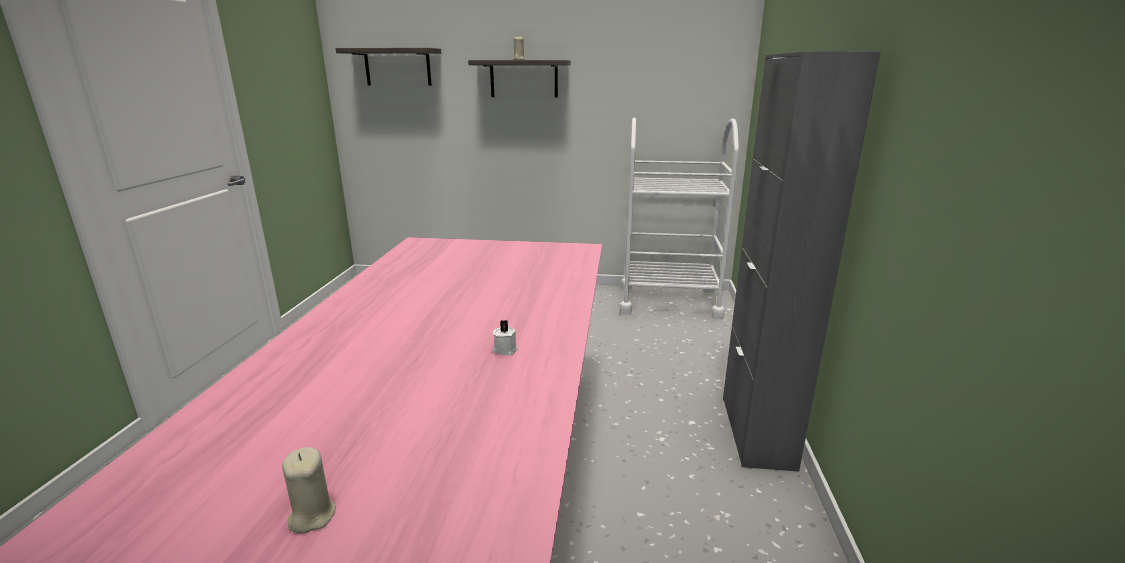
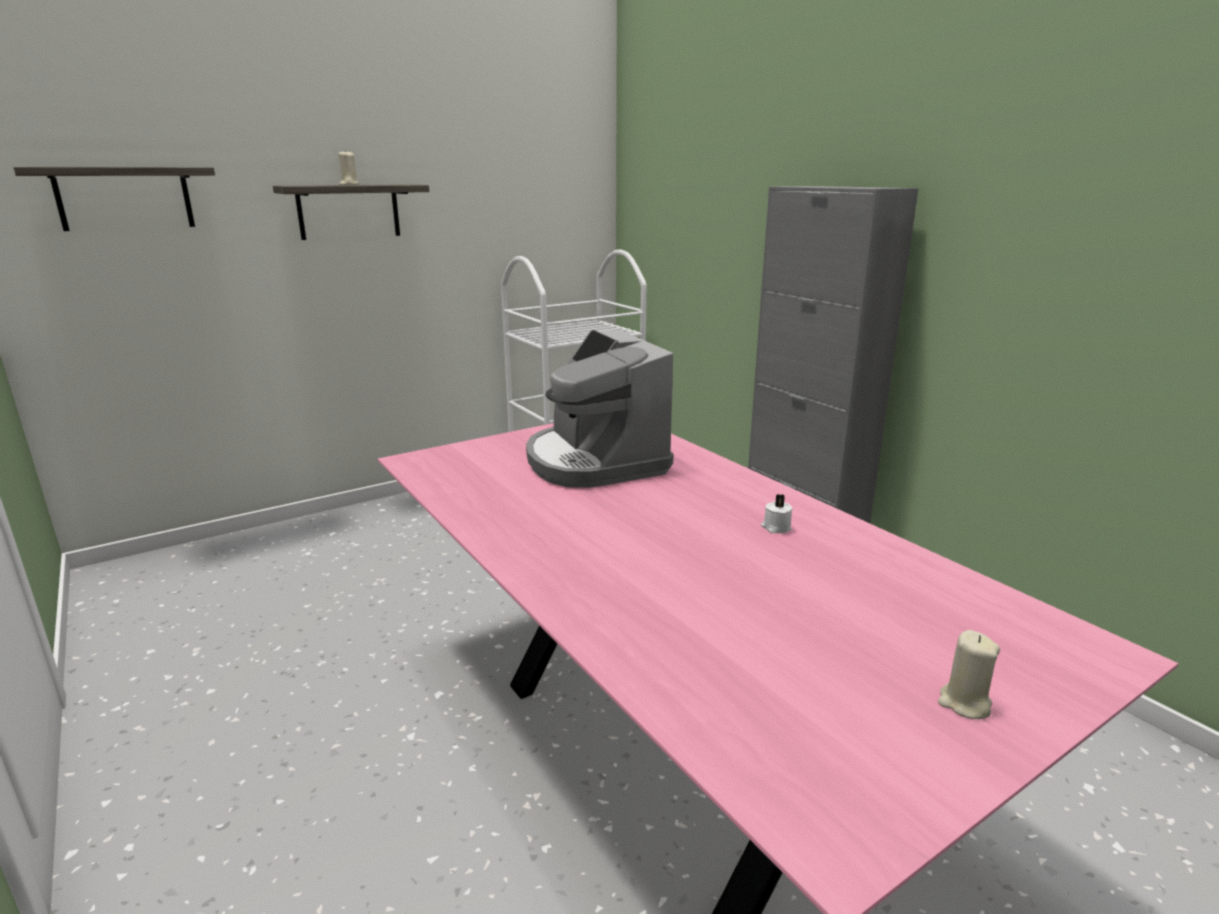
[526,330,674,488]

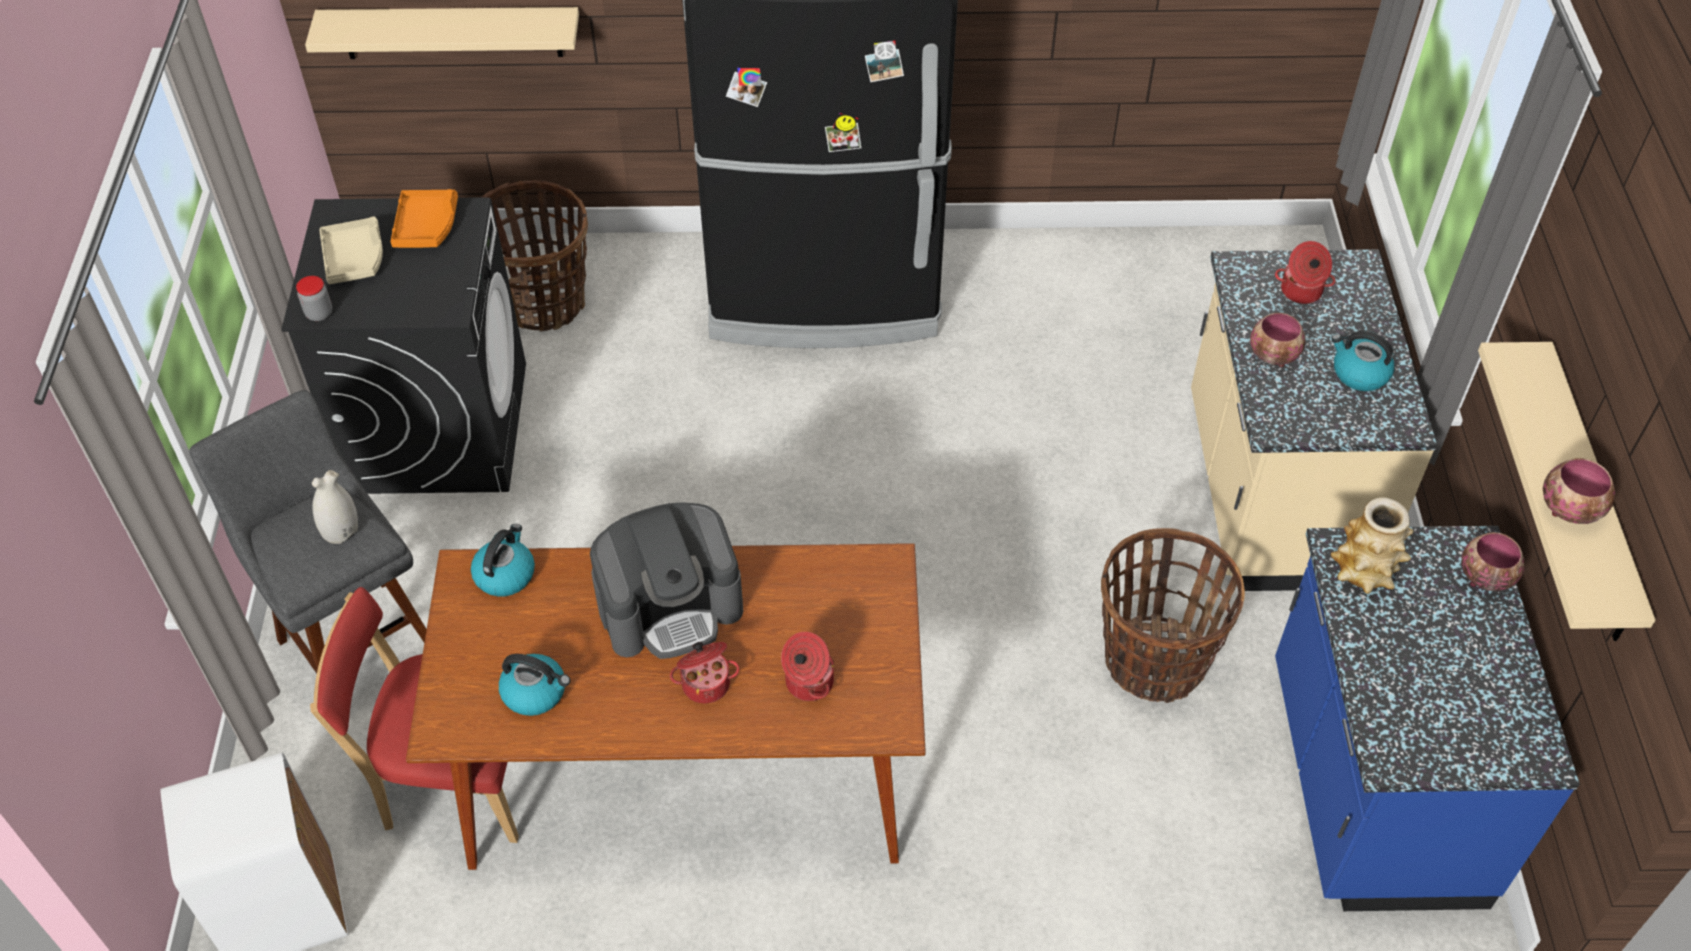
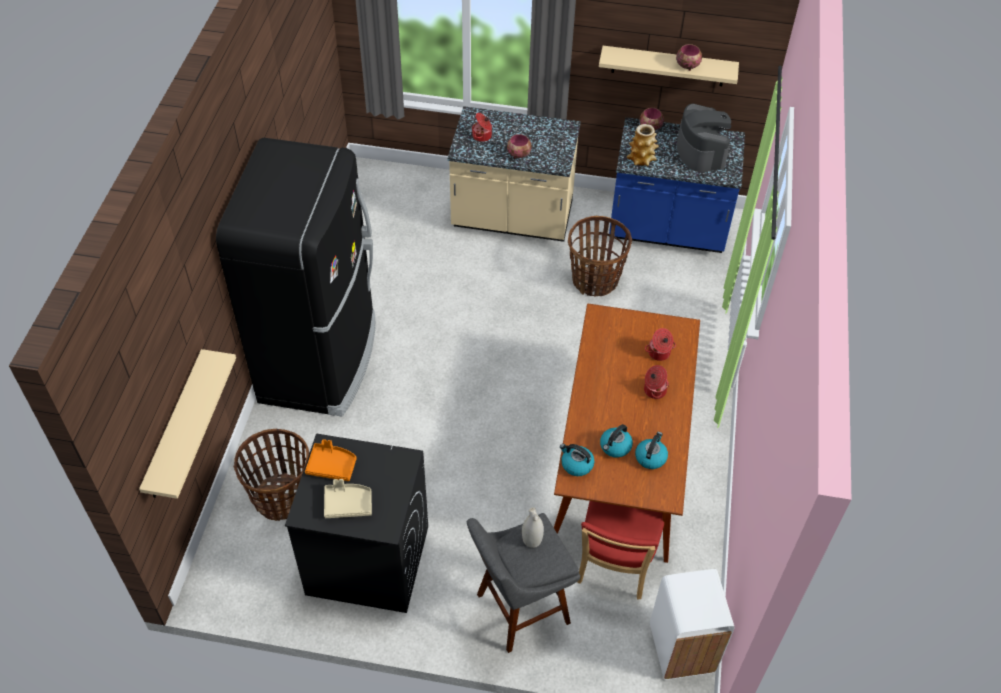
[296,276,332,321] (first image)
[600,424,633,458]
[677,103,731,172]

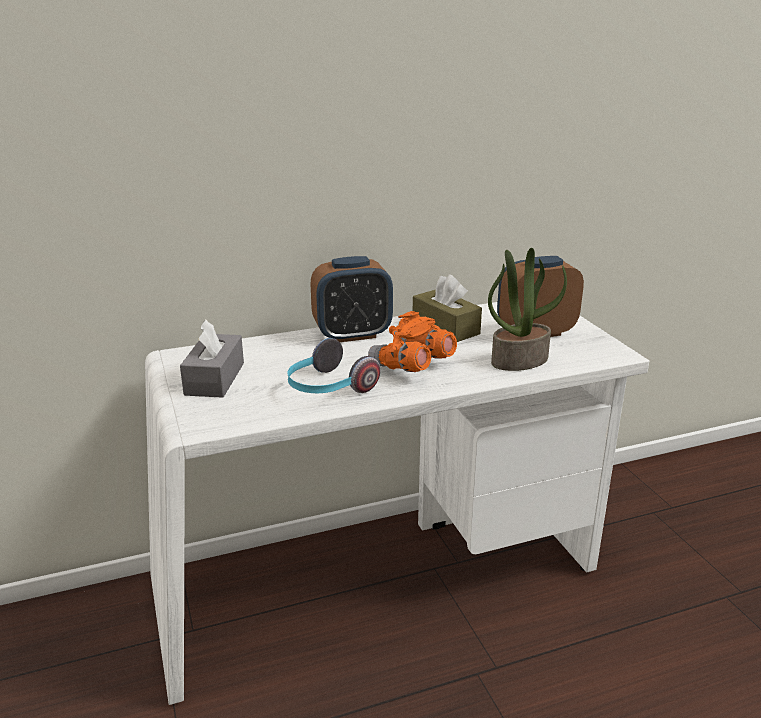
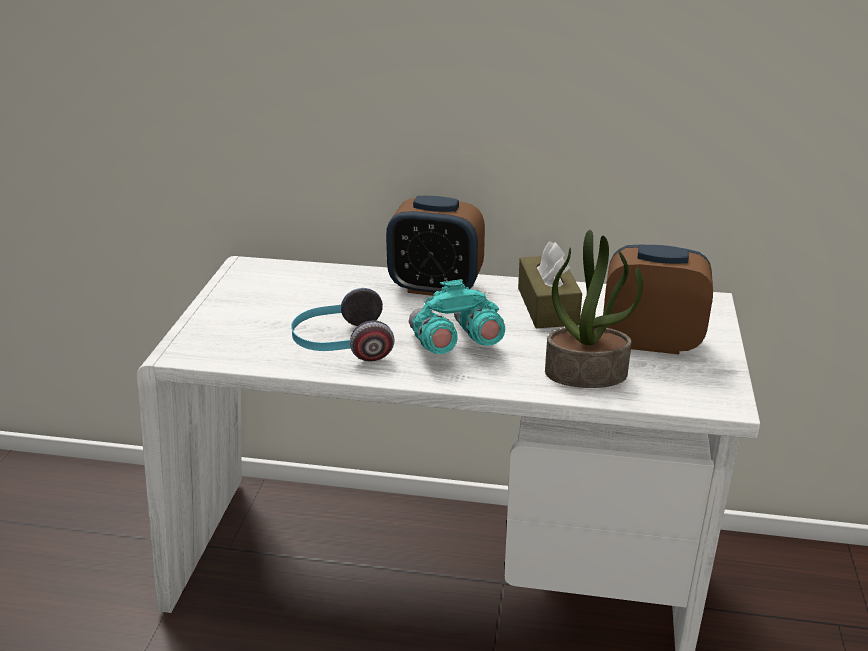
[409,279,505,354]
[180,319,244,398] (first image)

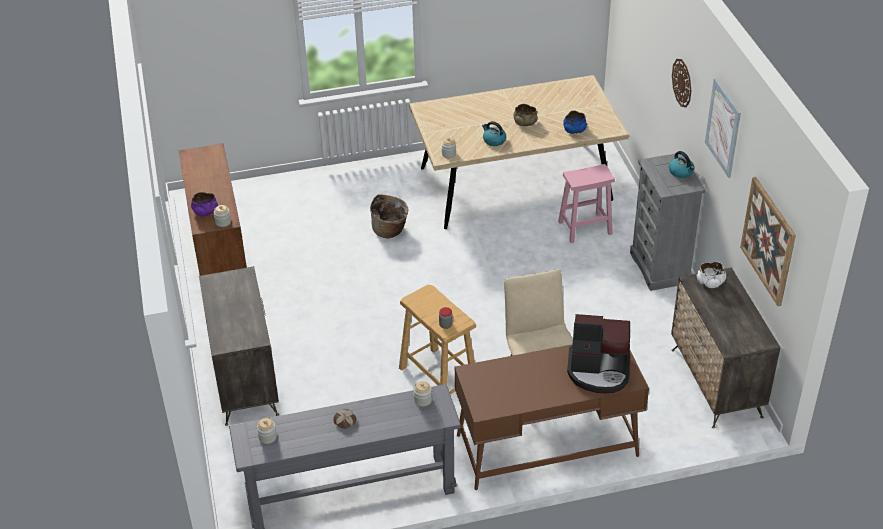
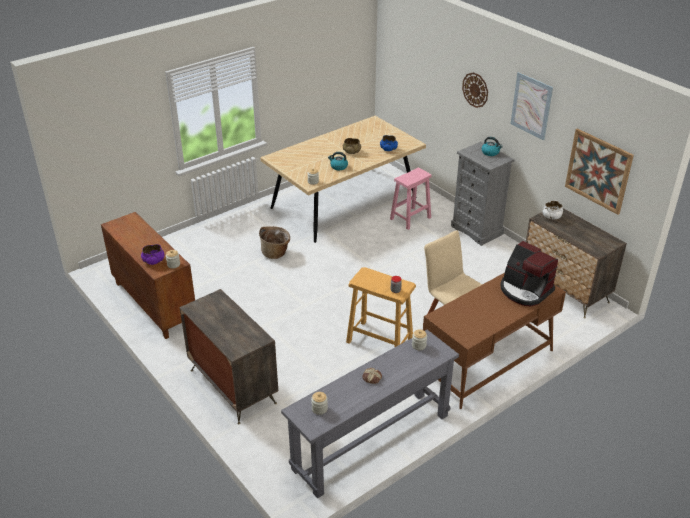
[501,241,558,307]

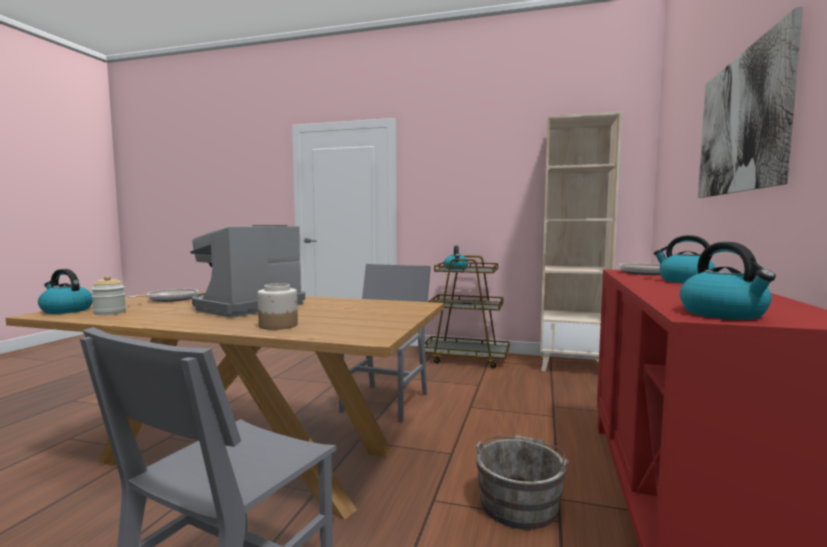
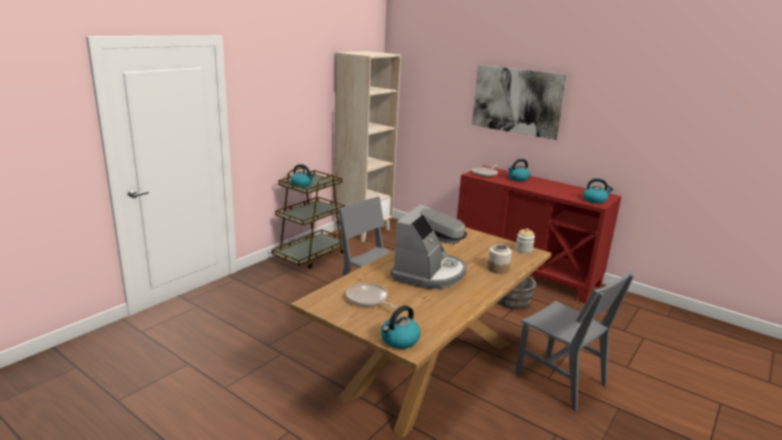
[391,204,467,289]
[516,228,535,253]

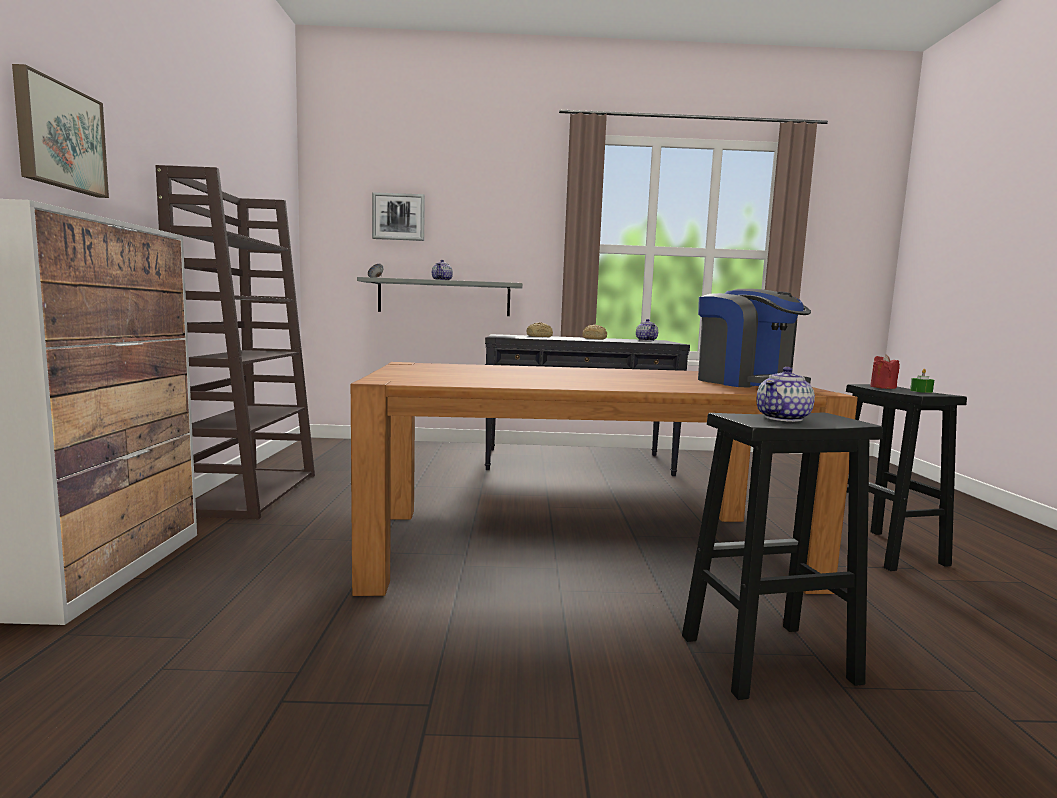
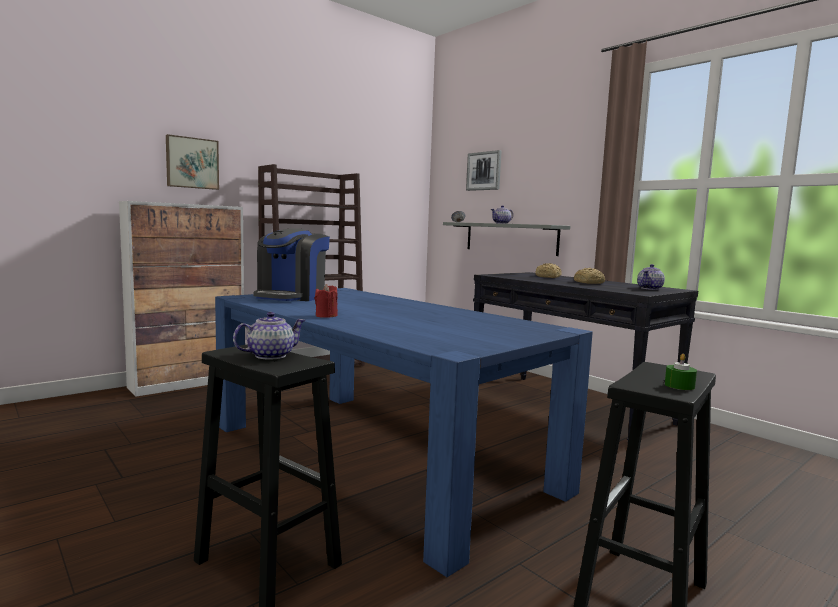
[254,228,330,301]
[315,284,338,318]
[215,288,593,577]
[233,312,306,360]

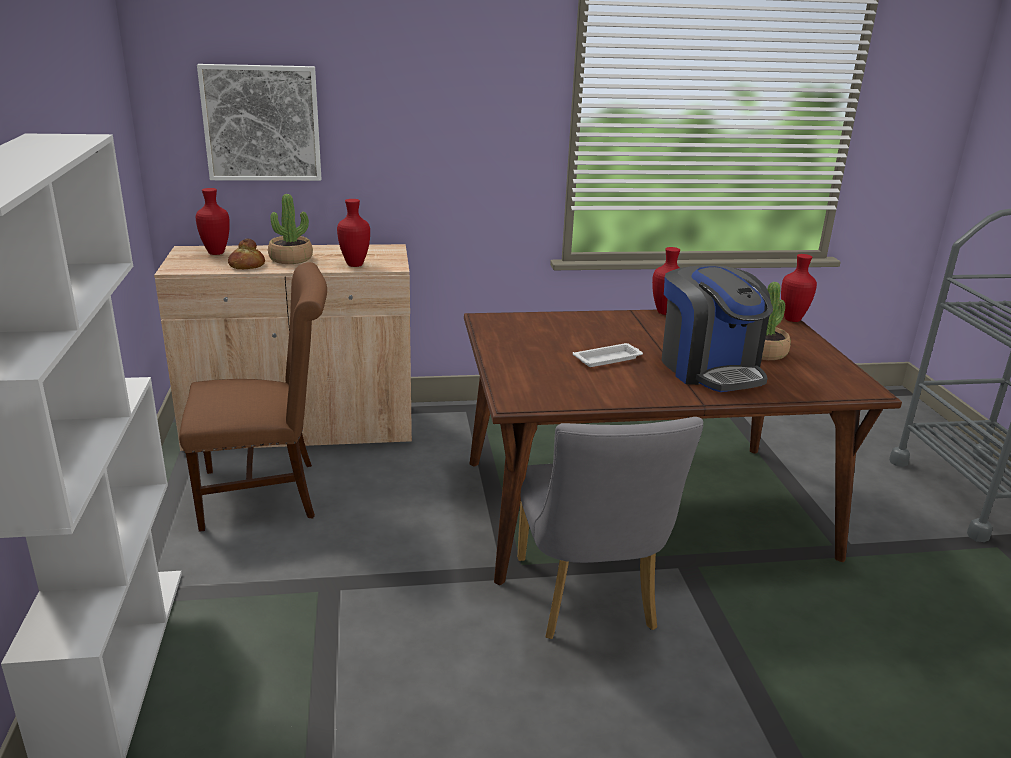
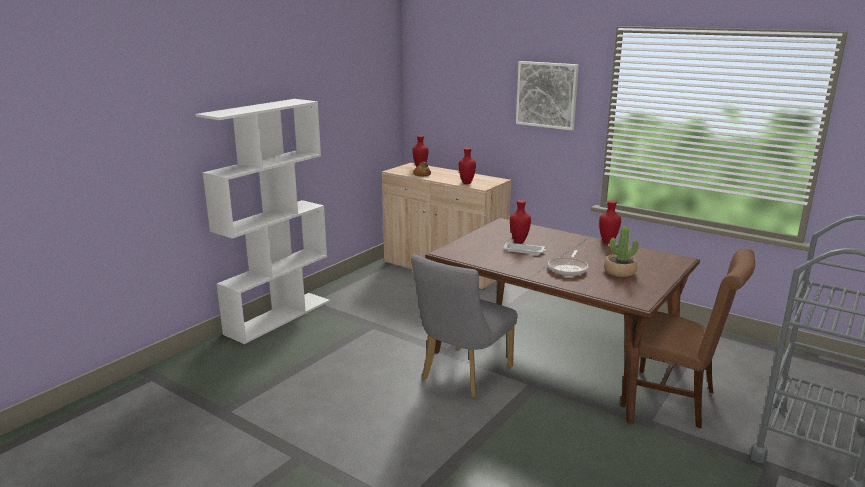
[516,61,579,130]
[268,194,313,264] (first image)
[510,200,531,243]
[621,249,755,429]
[548,250,588,276]

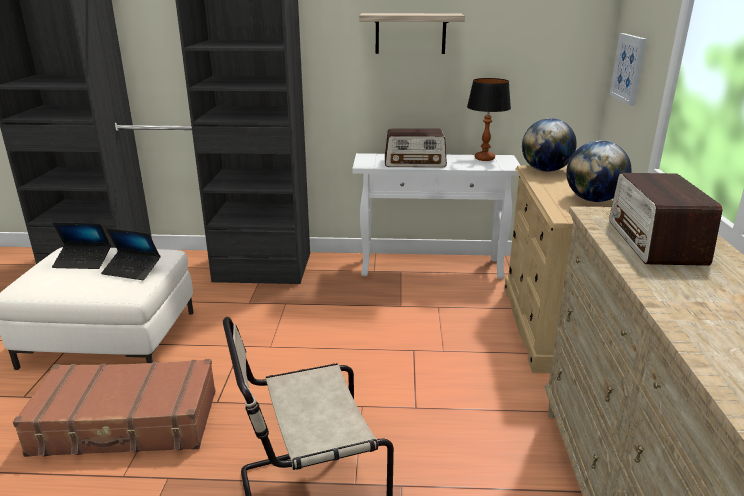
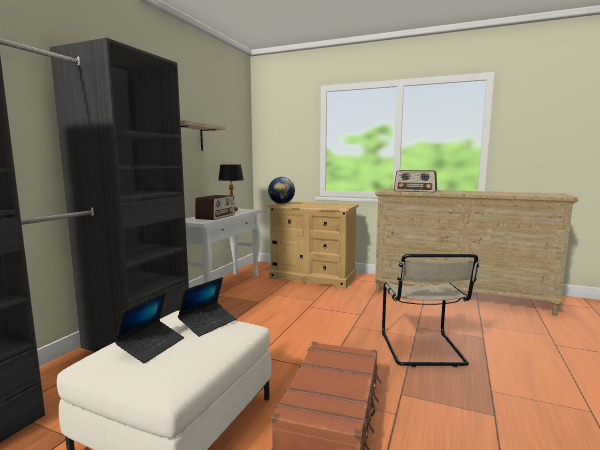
[610,33,647,106] (first image)
[566,141,632,202] (first image)

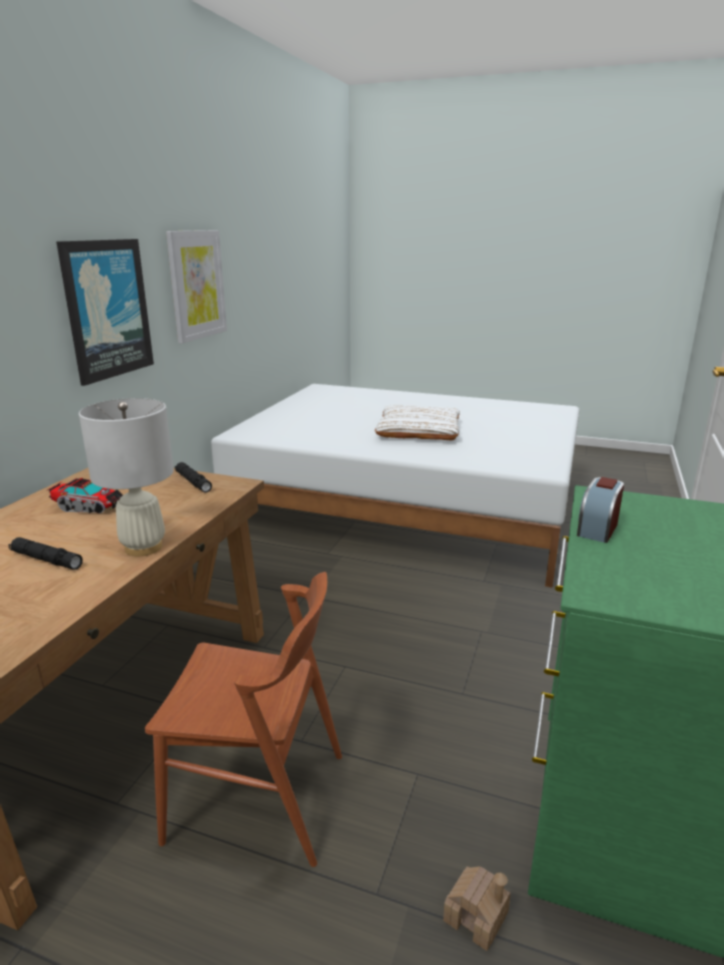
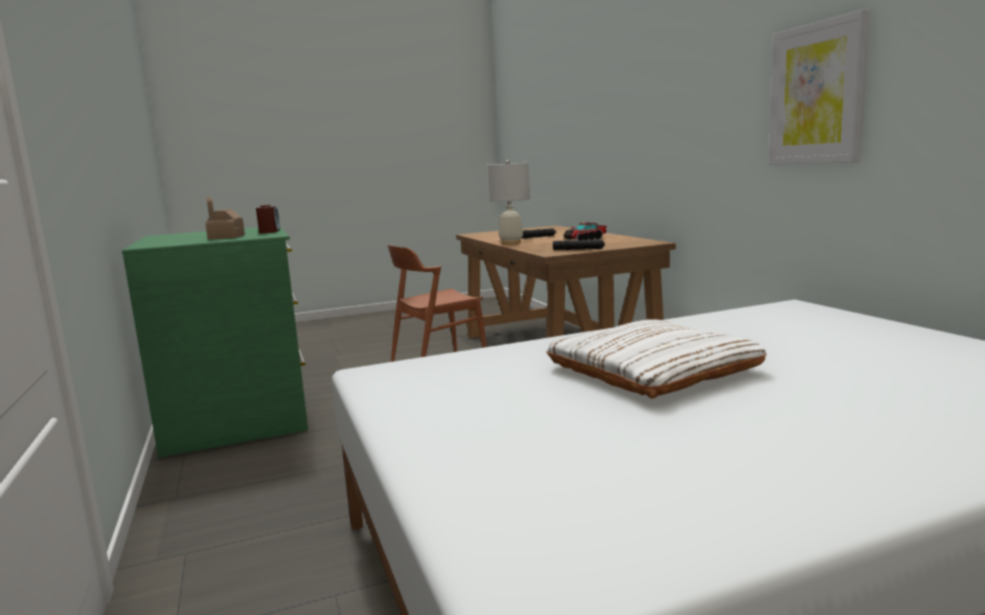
[56,239,154,386] (first image)
[205,196,245,239]

